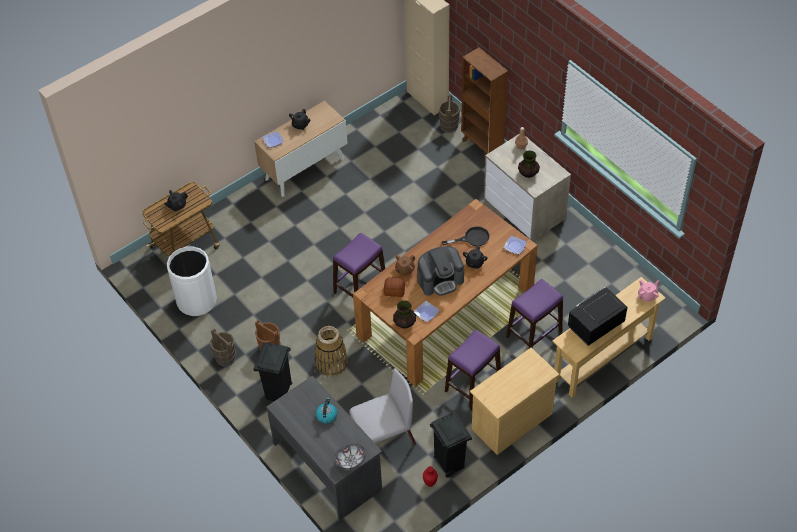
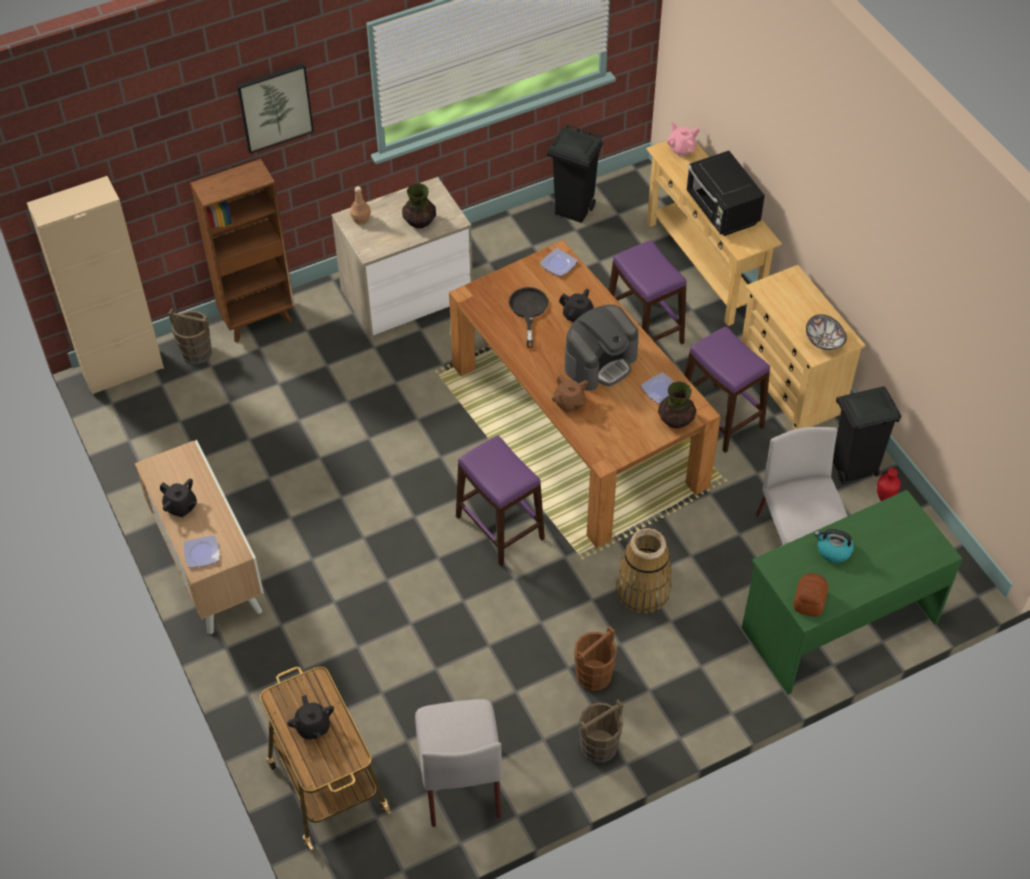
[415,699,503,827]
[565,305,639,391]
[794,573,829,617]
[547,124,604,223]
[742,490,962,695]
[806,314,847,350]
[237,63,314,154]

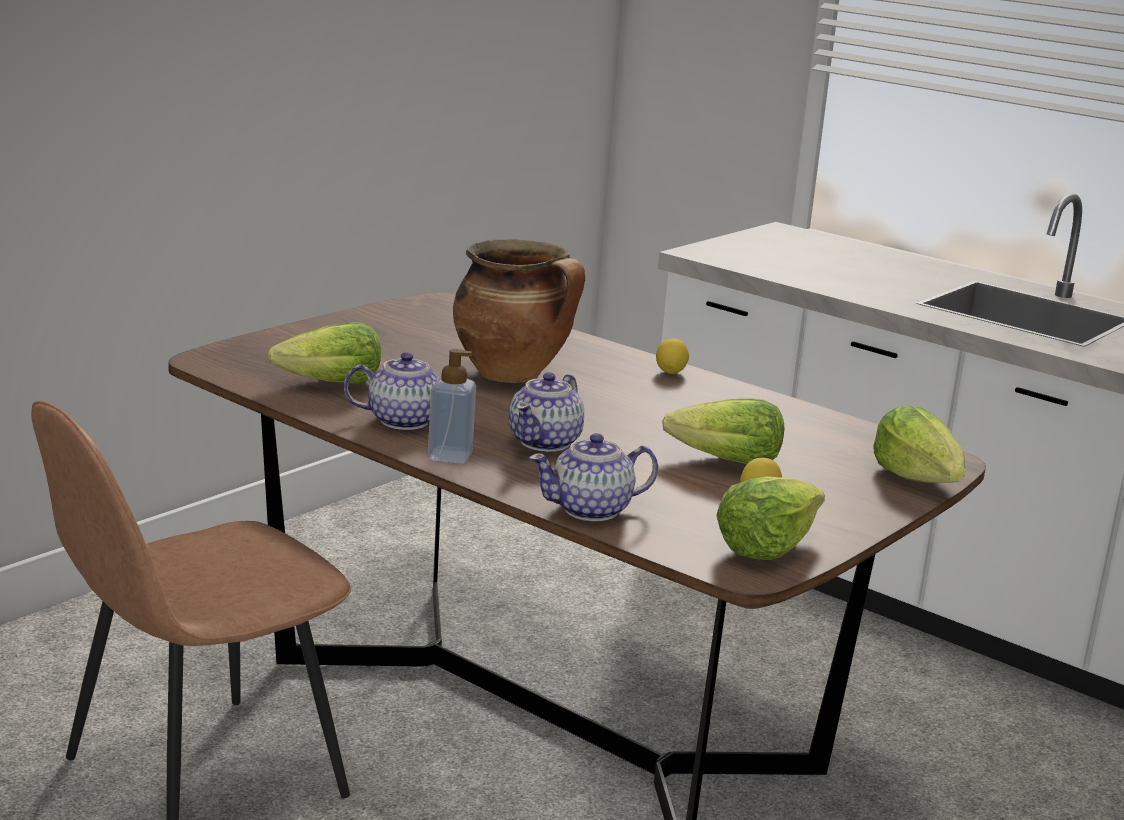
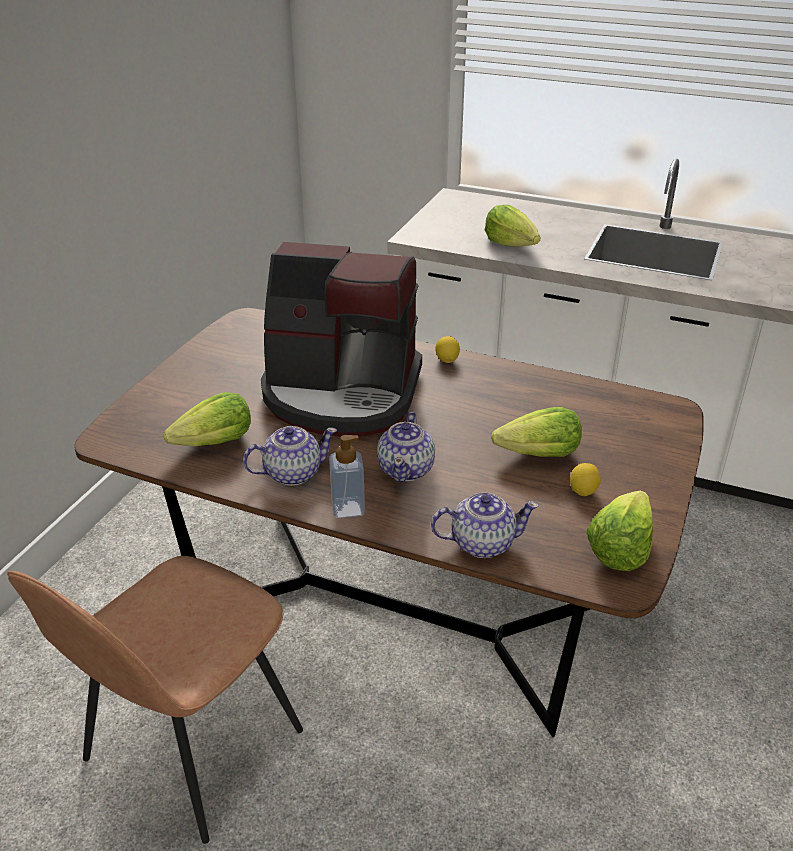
[261,242,422,436]
[485,205,540,247]
[431,492,539,558]

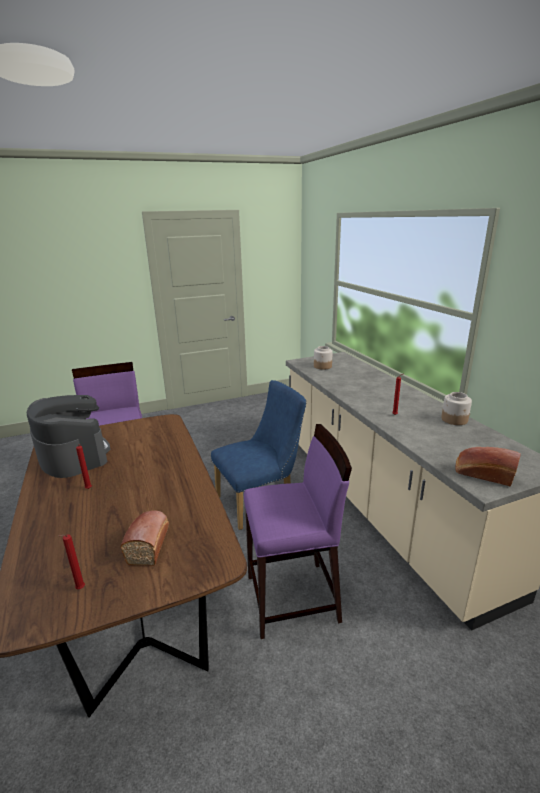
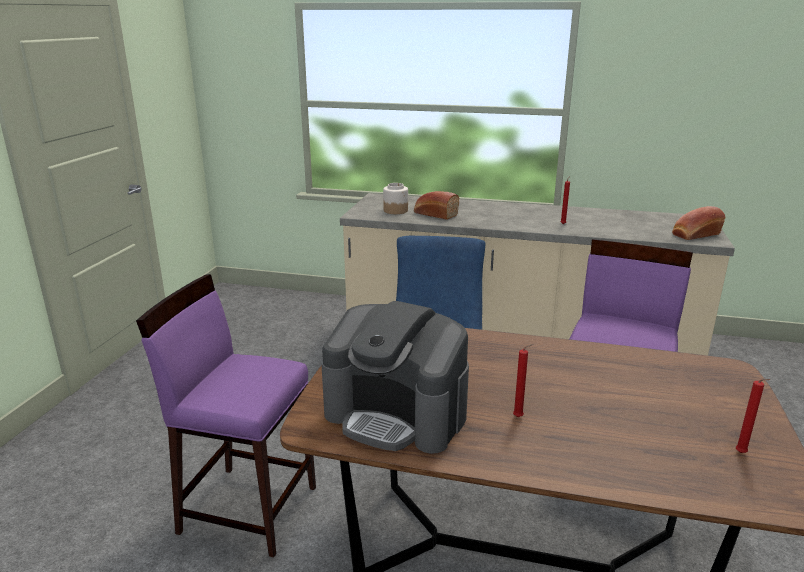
[441,392,472,425] (first image)
[321,301,469,454]
[414,191,459,220]

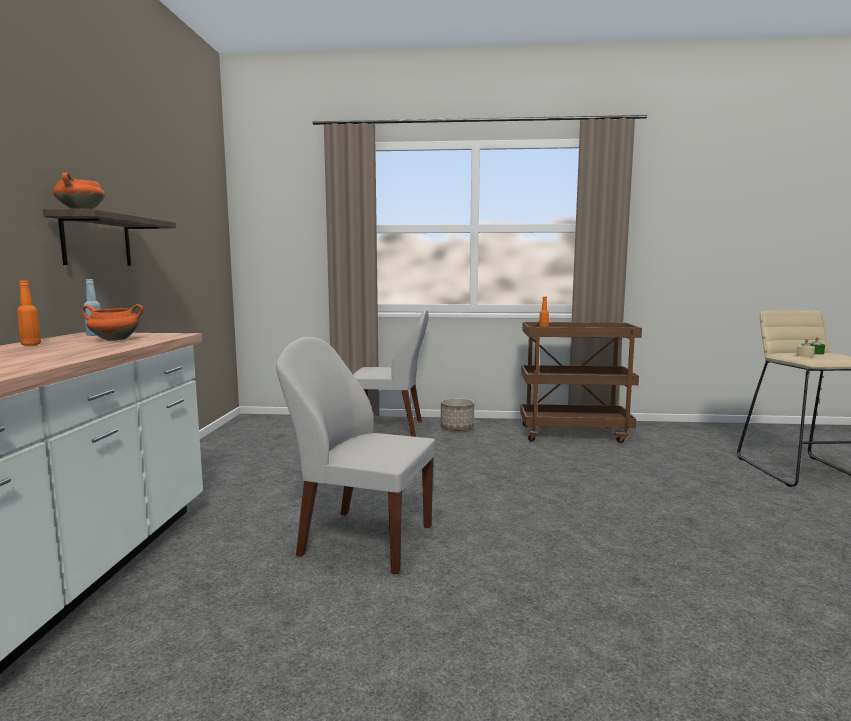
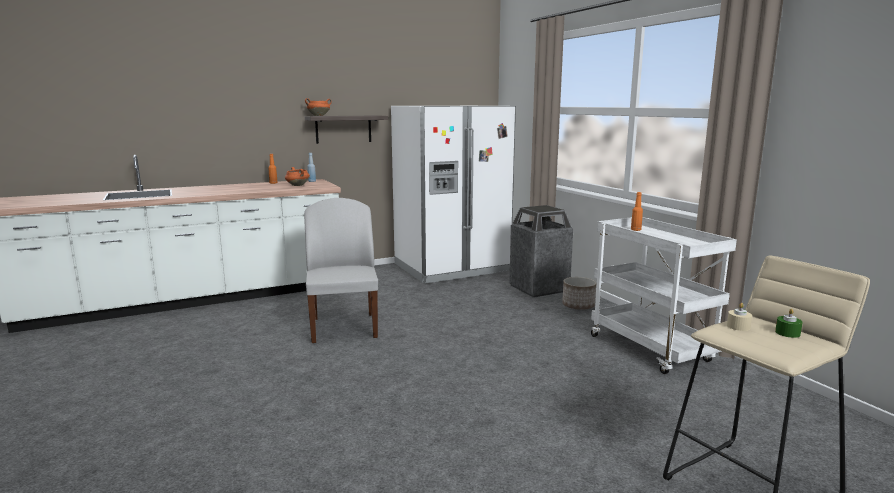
[509,205,573,298]
[591,217,737,374]
[391,106,516,283]

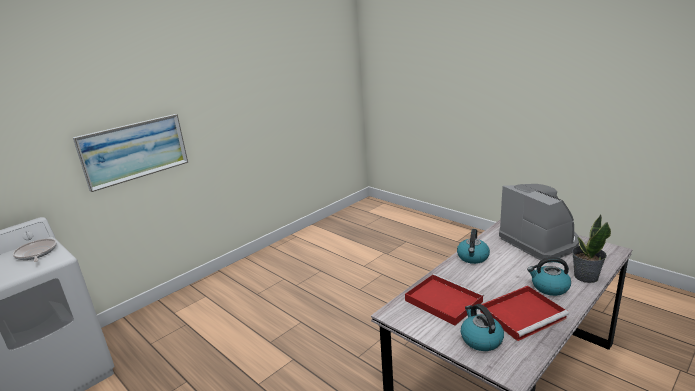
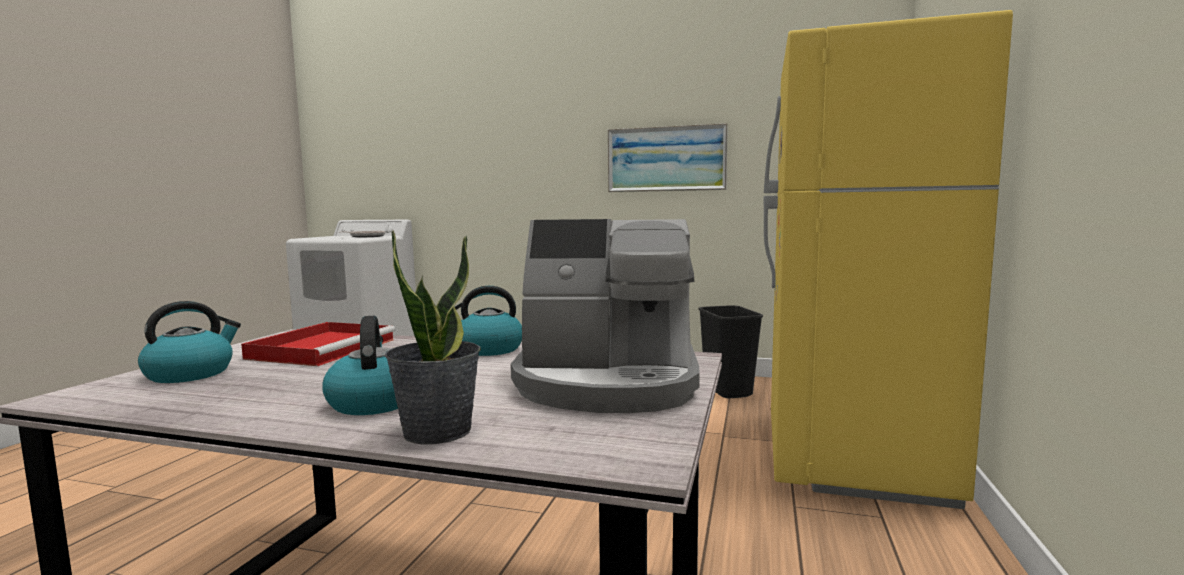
[608,123,728,192]
[511,219,700,413]
[480,286,569,341] (first image)
[763,10,1013,509]
[698,305,763,398]

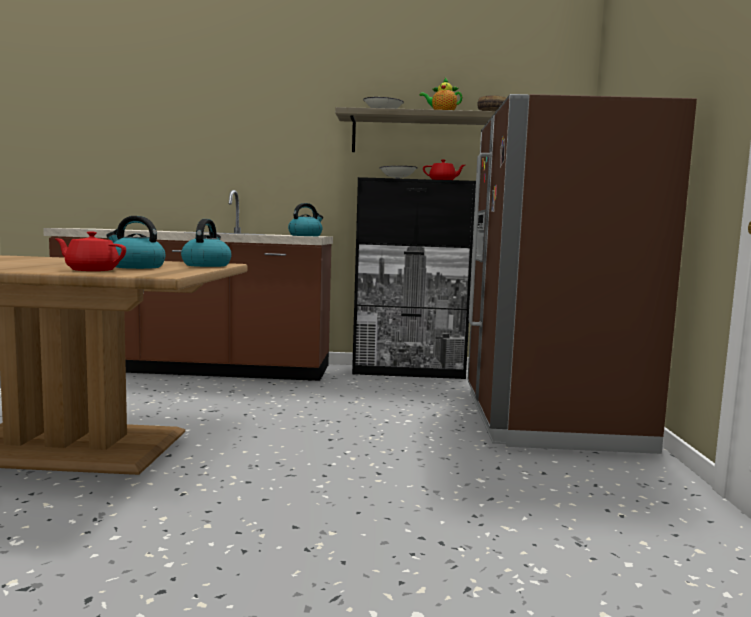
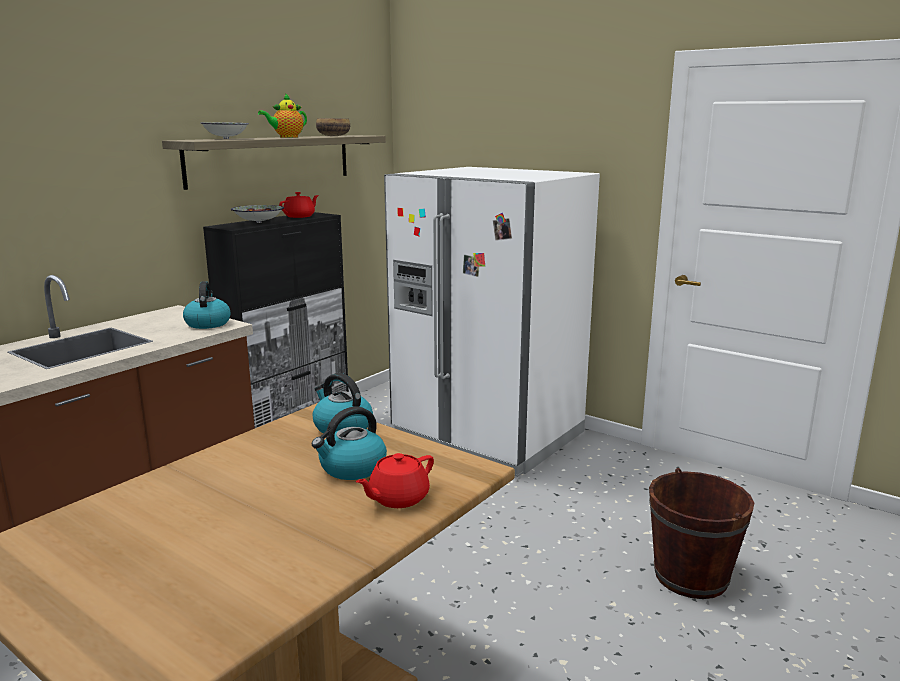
[384,167,600,477]
[649,468,754,599]

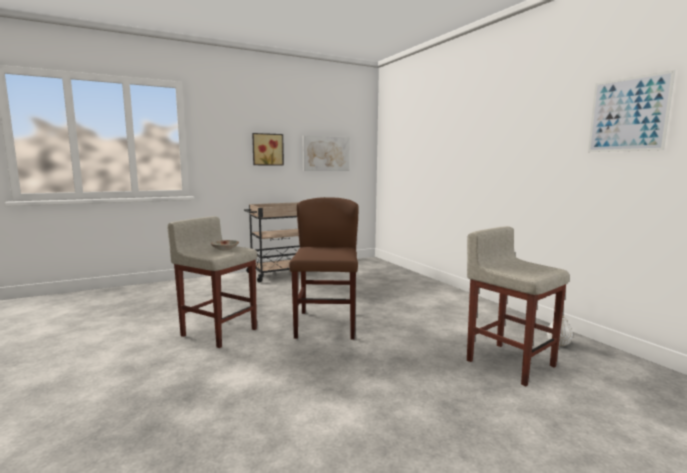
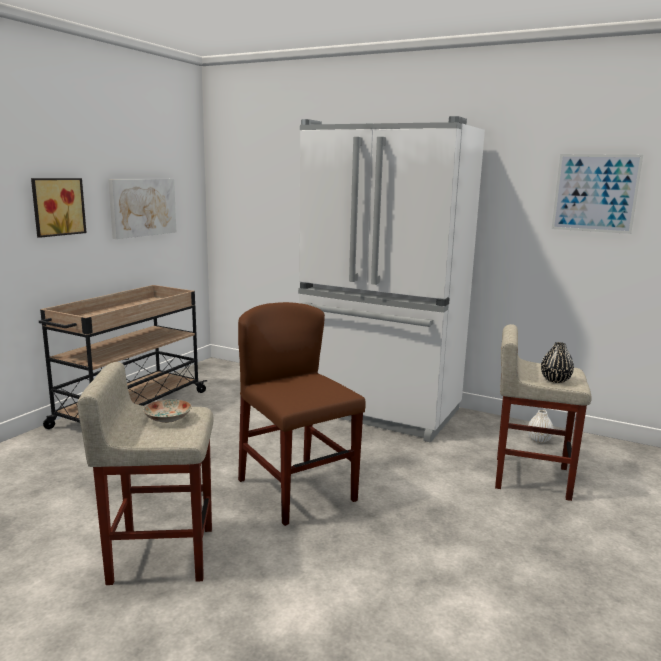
[298,116,485,443]
[541,342,574,383]

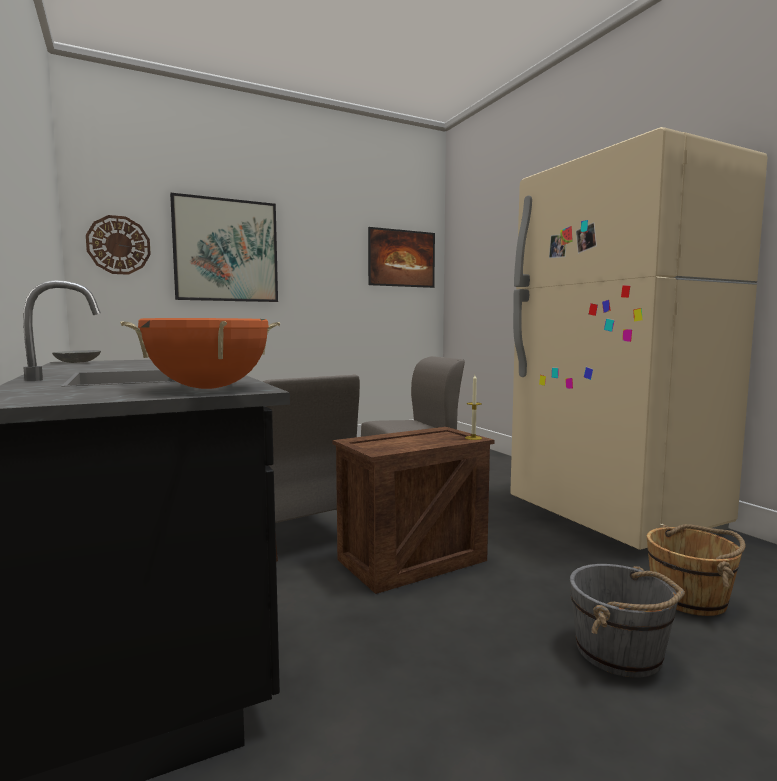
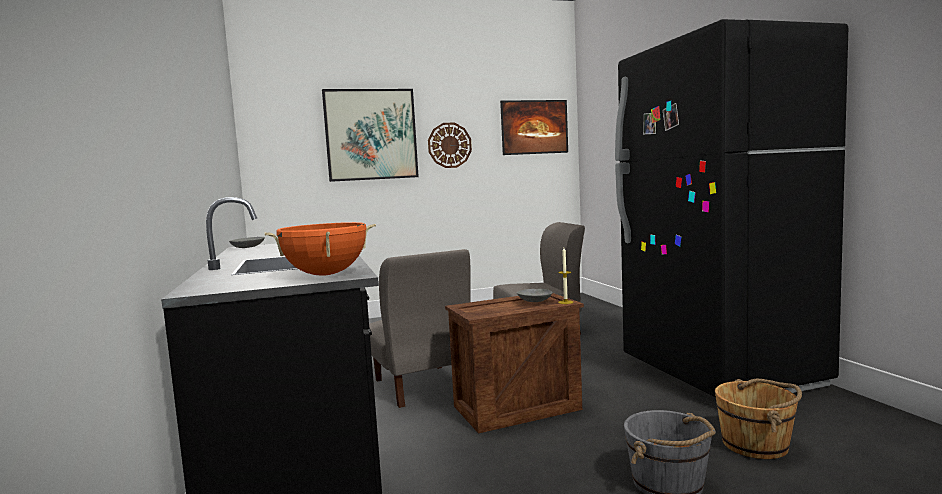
[615,19,848,398]
[428,123,472,168]
[517,289,552,302]

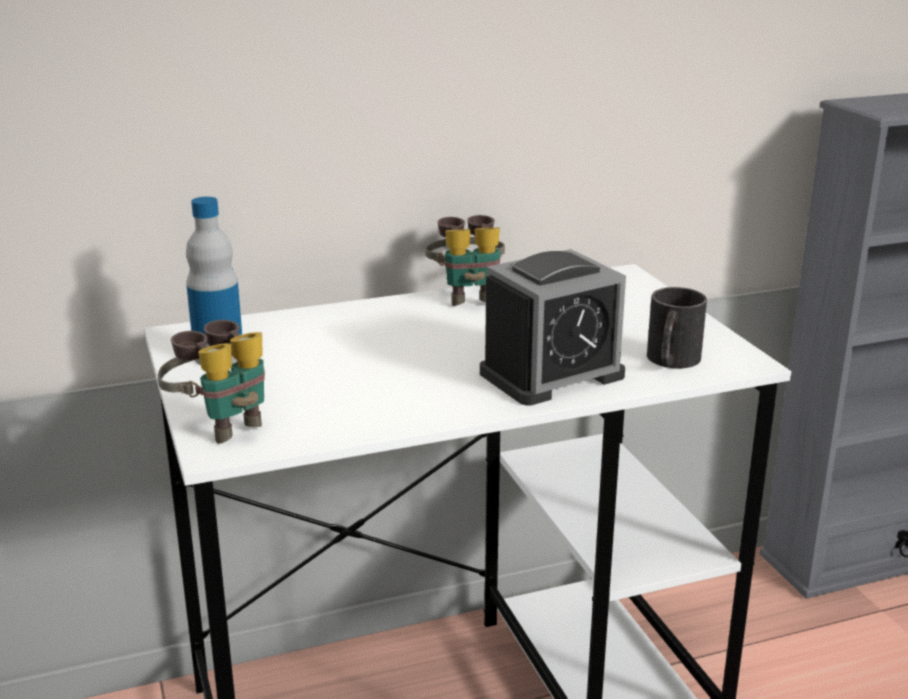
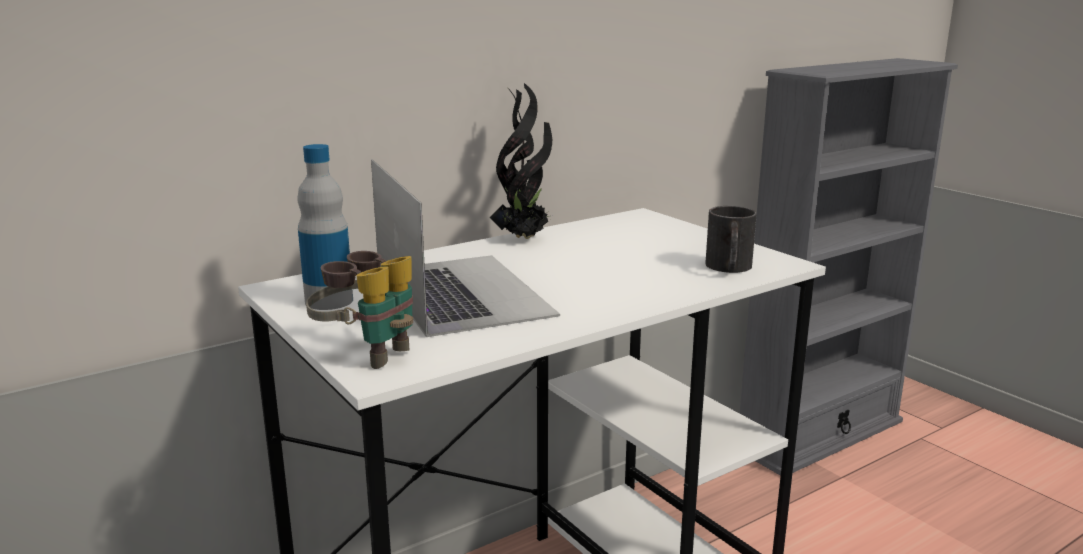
[490,83,553,239]
[480,249,626,405] (first image)
[371,159,560,337]

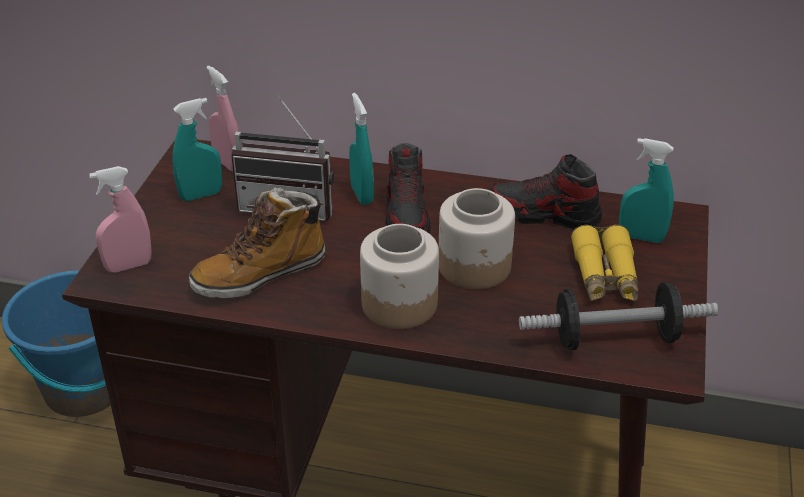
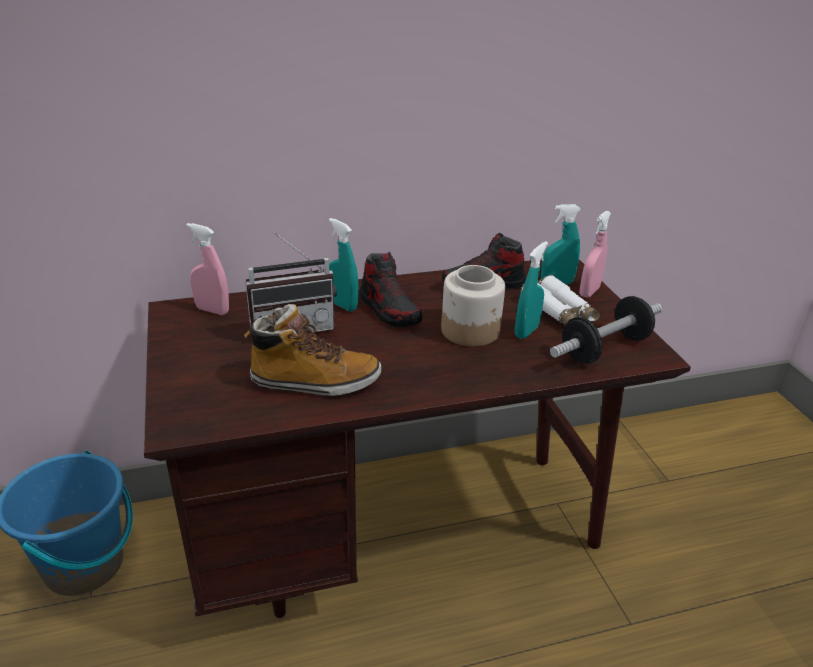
[515,241,548,339]
[579,211,611,298]
[244,304,381,396]
[360,224,439,329] (first image)
[520,275,600,325]

